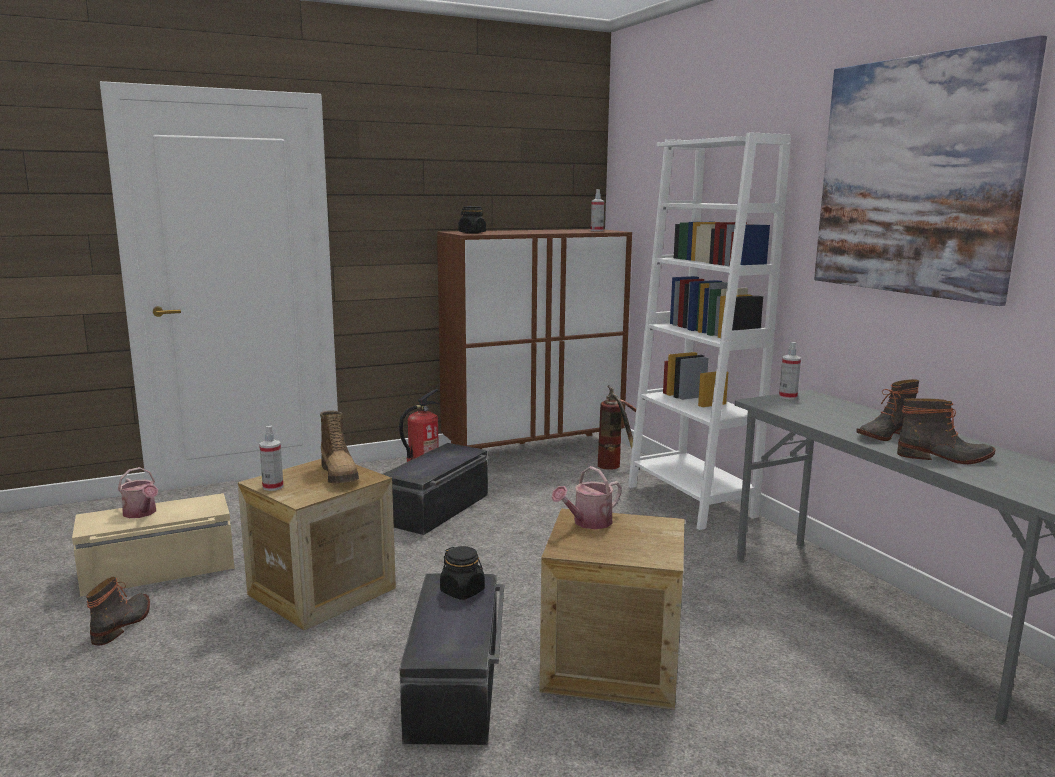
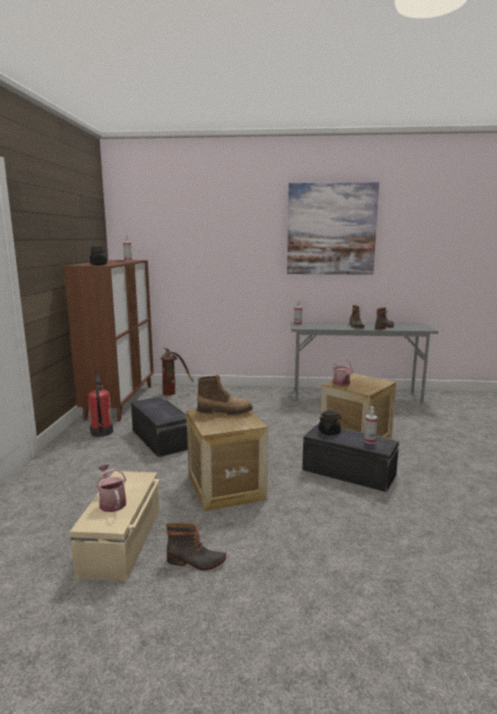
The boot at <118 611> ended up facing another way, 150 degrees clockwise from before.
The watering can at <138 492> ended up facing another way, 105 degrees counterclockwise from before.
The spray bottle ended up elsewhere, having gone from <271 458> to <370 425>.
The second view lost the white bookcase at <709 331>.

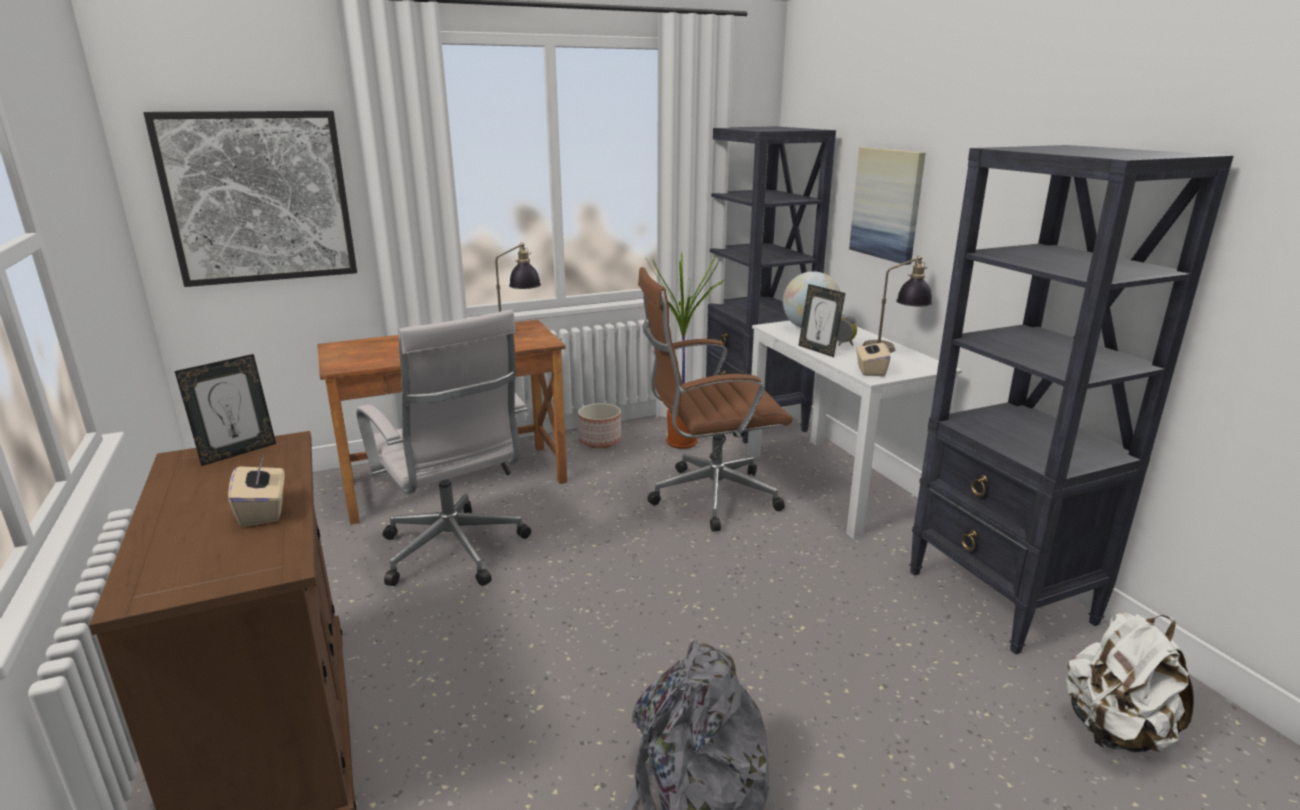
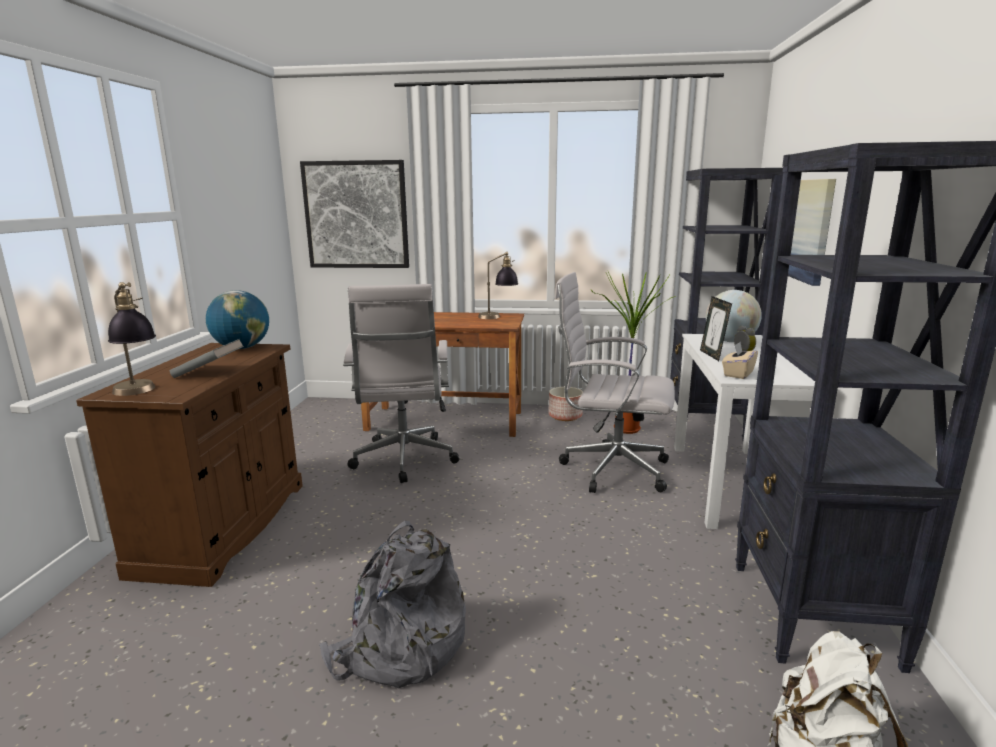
Where the picture frame stood at <225 410>, the globe came to stand at <237 319>.
Where the beige tissue box stood at <256 491>, the grey book came to stand at <207 358>.
What was the brown office chair at <715 399> turned into the white office chair at <615 382>.
The table lamp ended up elsewhere, having gone from <897 304> to <132 339>.

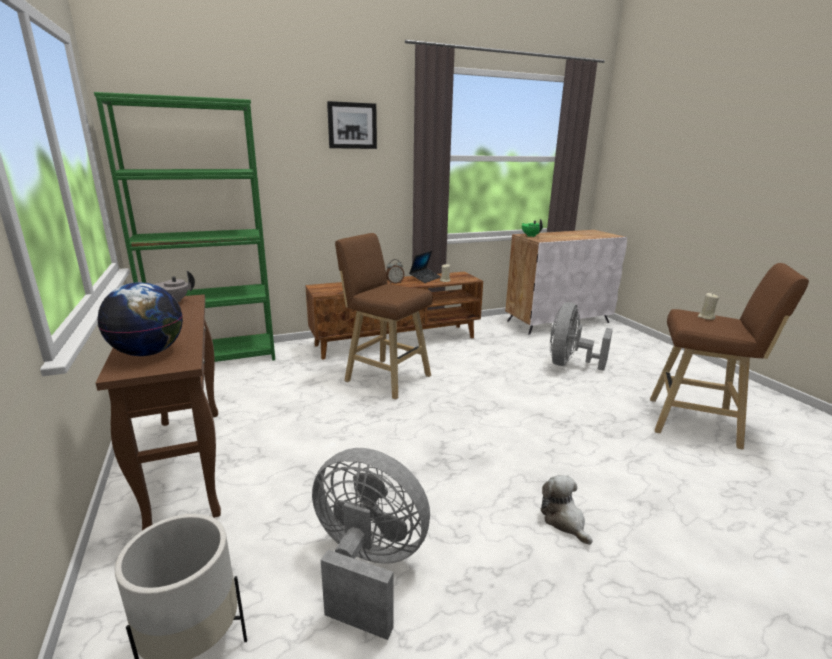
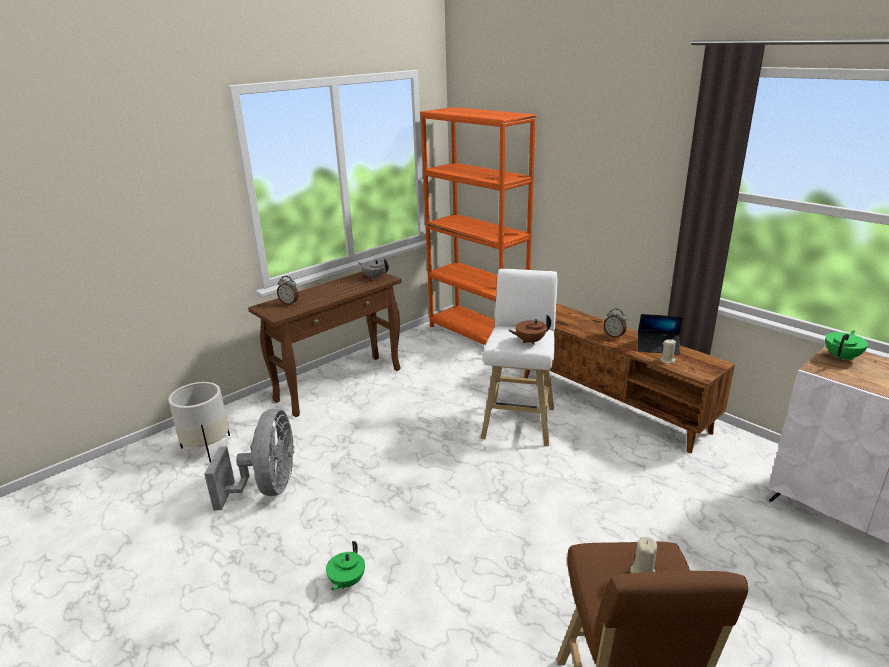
What was the green bookcase at <184 227> turned into the orange bookcase at <478 226>.
Where the globe stood at <140 319>, the alarm clock came to stand at <288 290>.
The second view lost the picture at <352 125>.
What was the brown stool at <384 316> turned into the white stool at <519 357>.
Where the plush toy stood at <567 510>, the green teapot came to stand at <345 565>.
The second view lost the grey fan at <581 336>.
The second view gained the brown teapot at <530 329>.

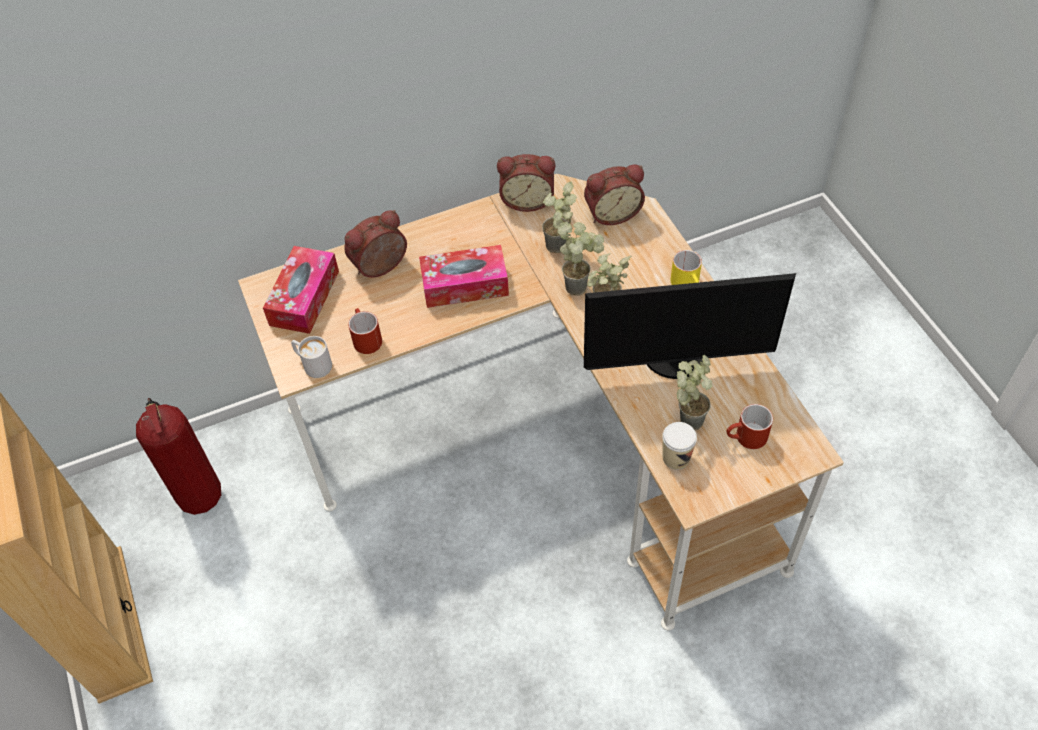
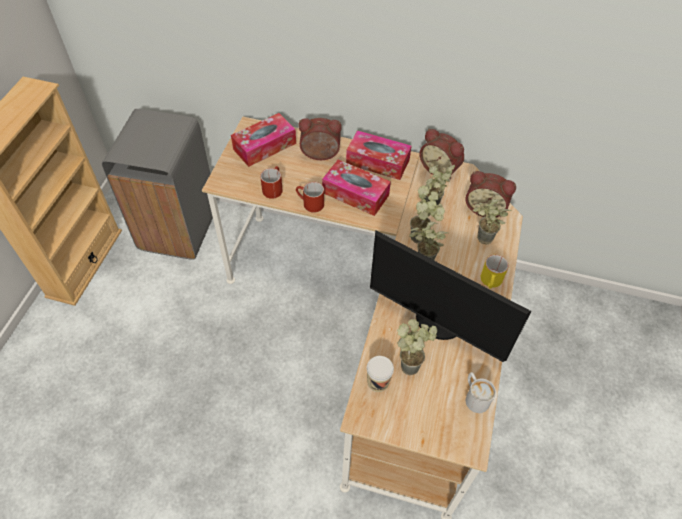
Where the fire extinguisher stood at <178 456>, the grey trash can came to stand at <157 184>.
The white mug ended up elsewhere, having gone from <311 357> to <481 392>.
The red mug ended up elsewhere, having gone from <749 426> to <310 197>.
The second view gained the tissue box at <379 155>.
The second view gained the potted plant at <492 222>.

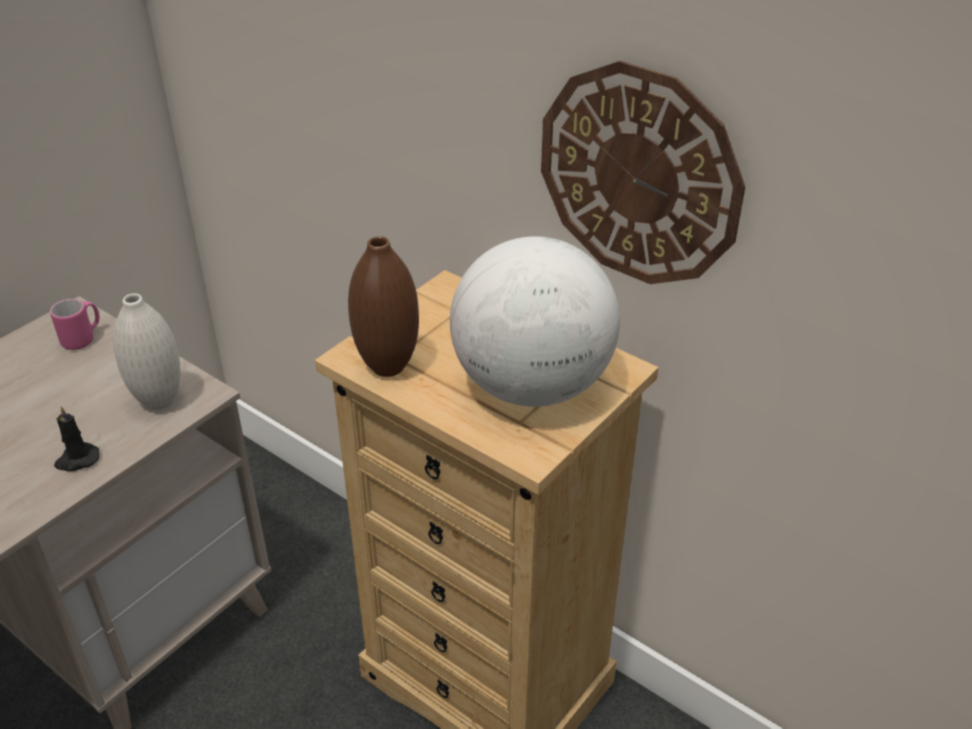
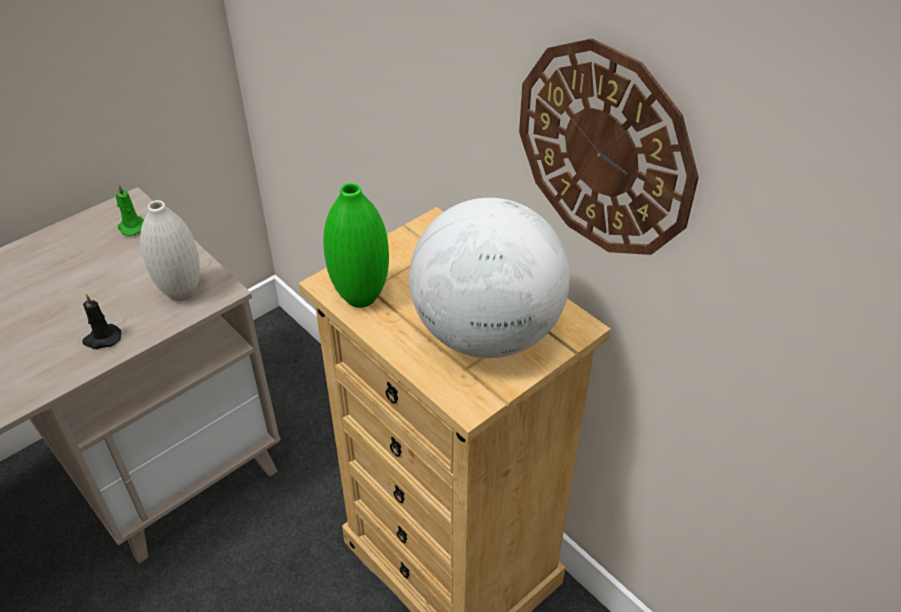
Where the pink mug stood at <74 324>, the green candle came to stand at <130 210>.
What was the brown vase at <383 306> turned into the green vase at <356 245>.

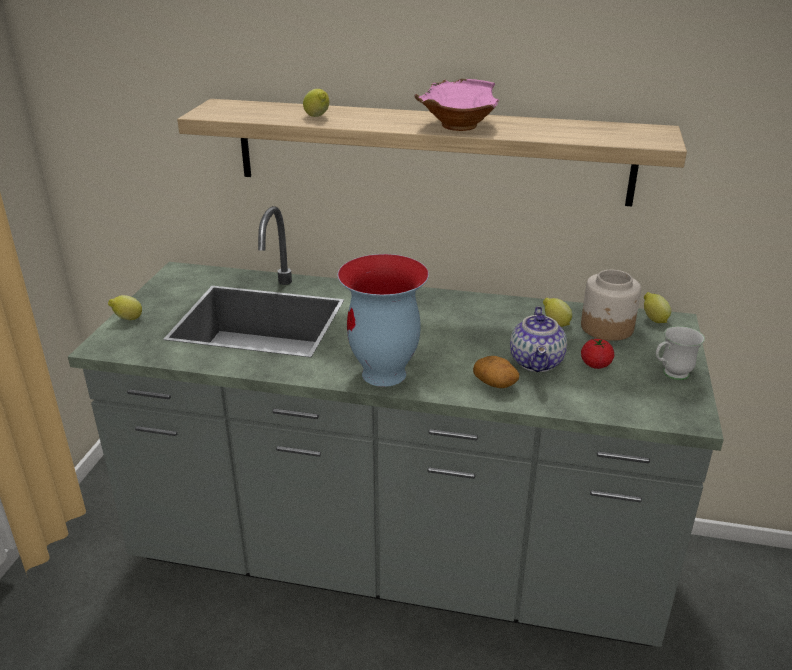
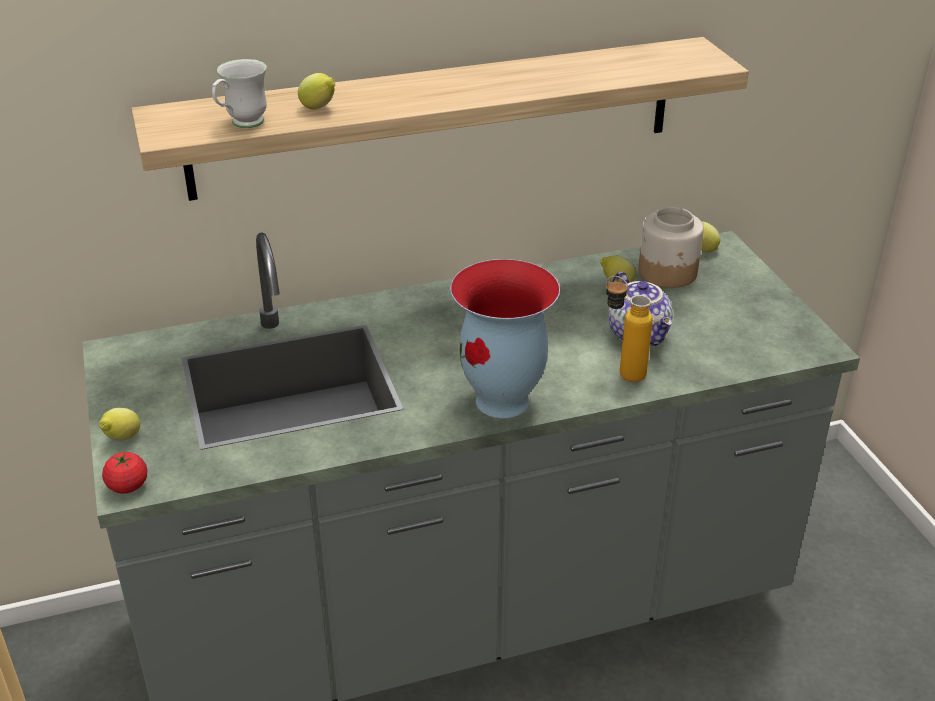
The second view lost the pink bowl at <457 105>.
Where the potato stood at <496 372>, the bottle came to stand at <629 329>.
The tomato ended up elsewhere, having gone from <597 354> to <125 472>.
The white mug ended up elsewhere, having gone from <680 353> to <239 93>.

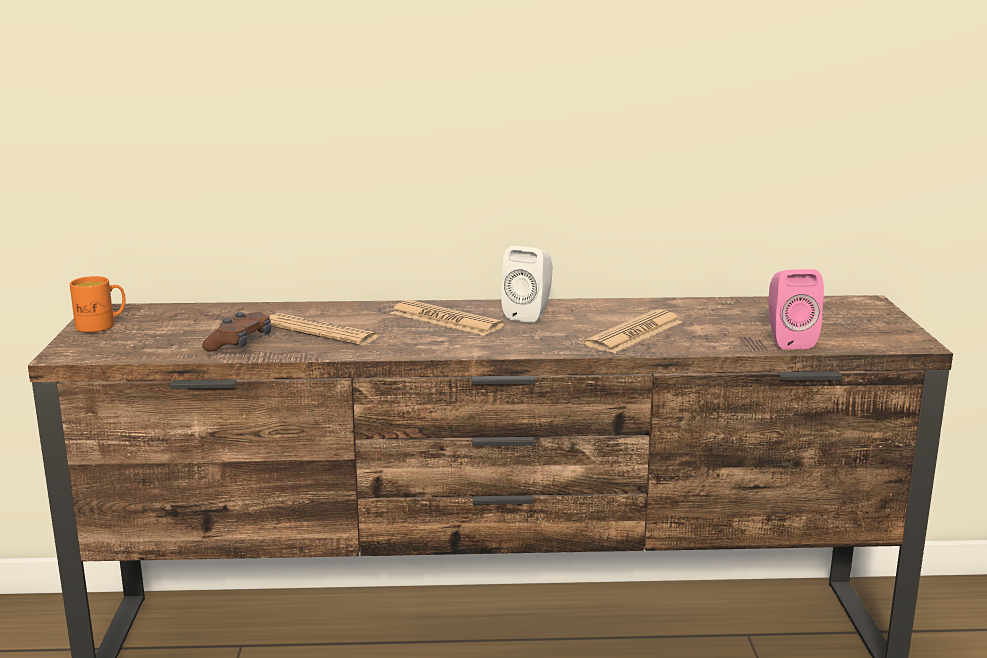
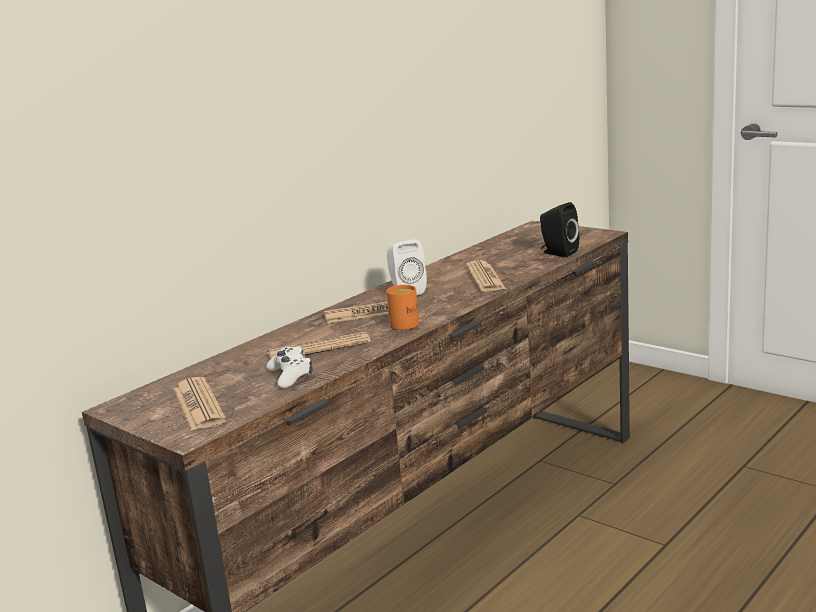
The orange mug ended up elsewhere, having gone from <97 304> to <402 307>.
What was the brown game controller at <236 332> turned into the white game controller at <289 367>.
What was the pink speaker at <796 309> turned into the black speaker at <559 229>.
The second view gained the newspaper at <200 404>.

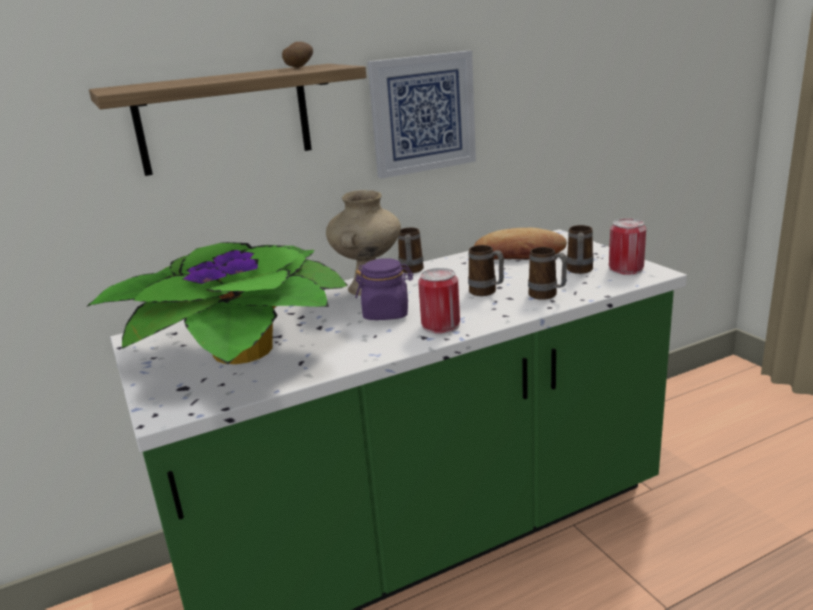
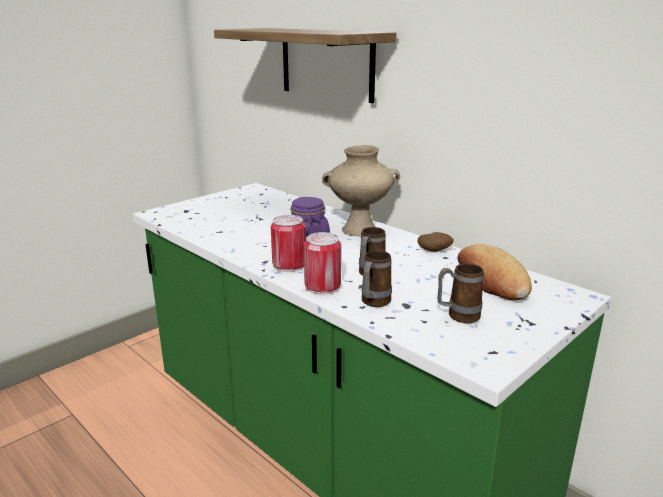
The second view lost the potted plant at <217 303>.
The potato ended up elsewhere, having gone from <297 55> to <436 242>.
The second view lost the picture at <421 115>.
The second view lost the mug at <411 250>.
The can ended up elsewhere, having gone from <627 246> to <322 263>.

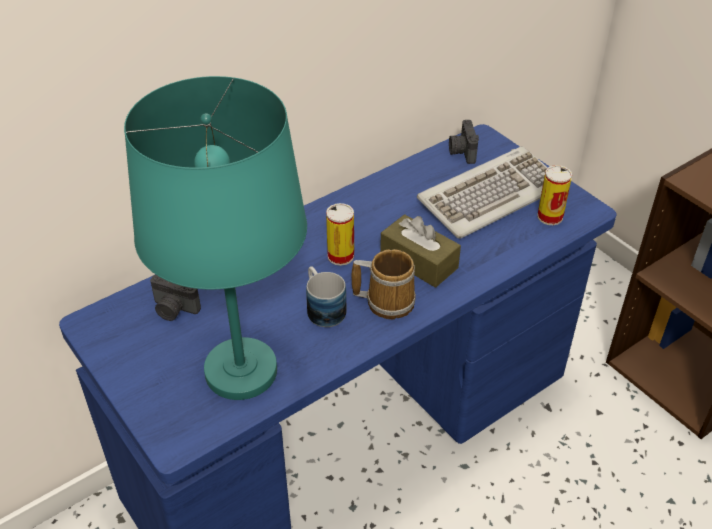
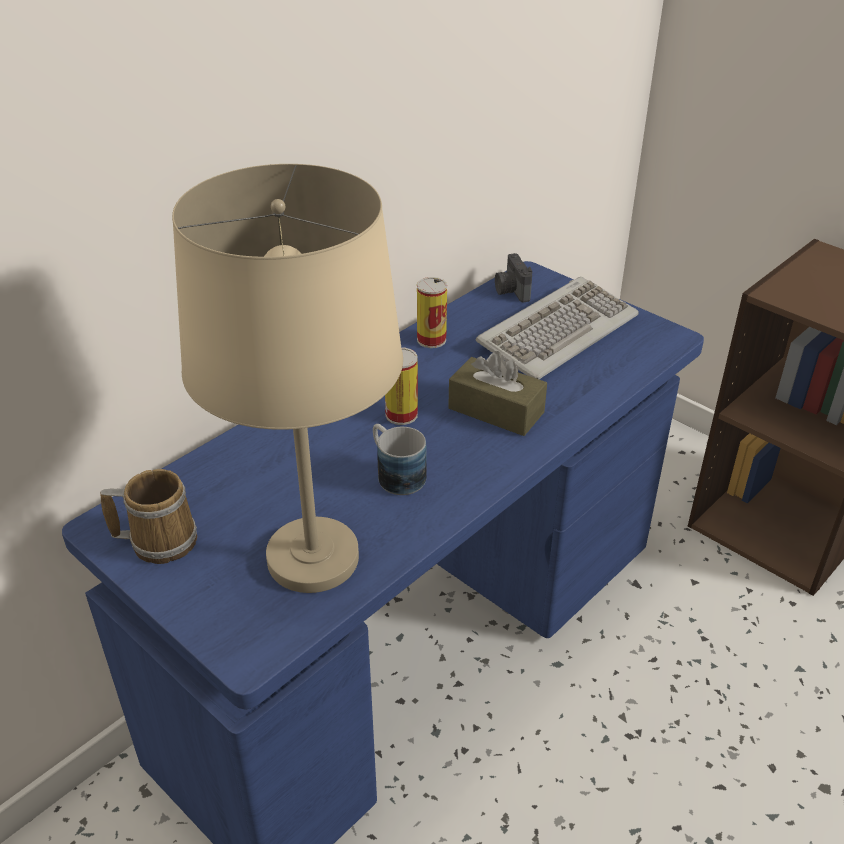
What was the turquoise table lamp at <215 238> turned into the beige table lamp at <287 378>.
The second view lost the photo camera at <175 298>.
The mug ended up elsewhere, having gone from <384 284> to <148 516>.
The can ended up elsewhere, having gone from <554 195> to <432 312>.

